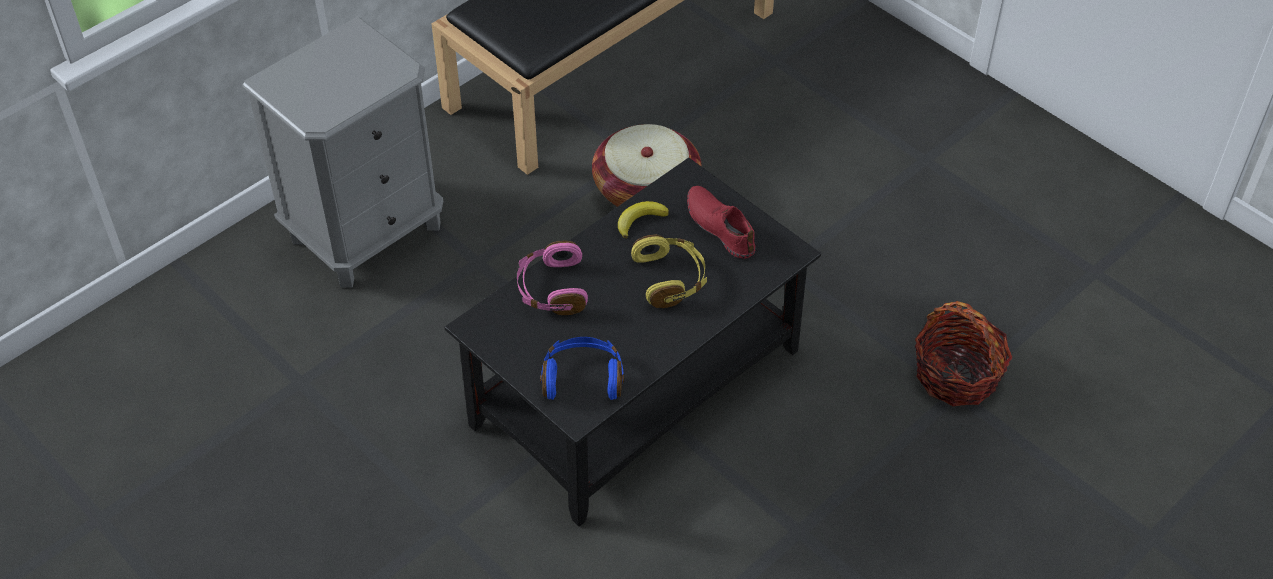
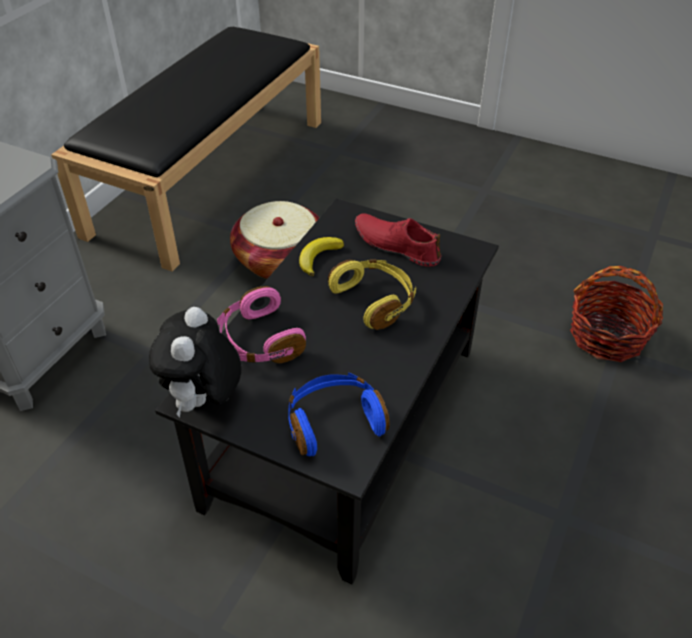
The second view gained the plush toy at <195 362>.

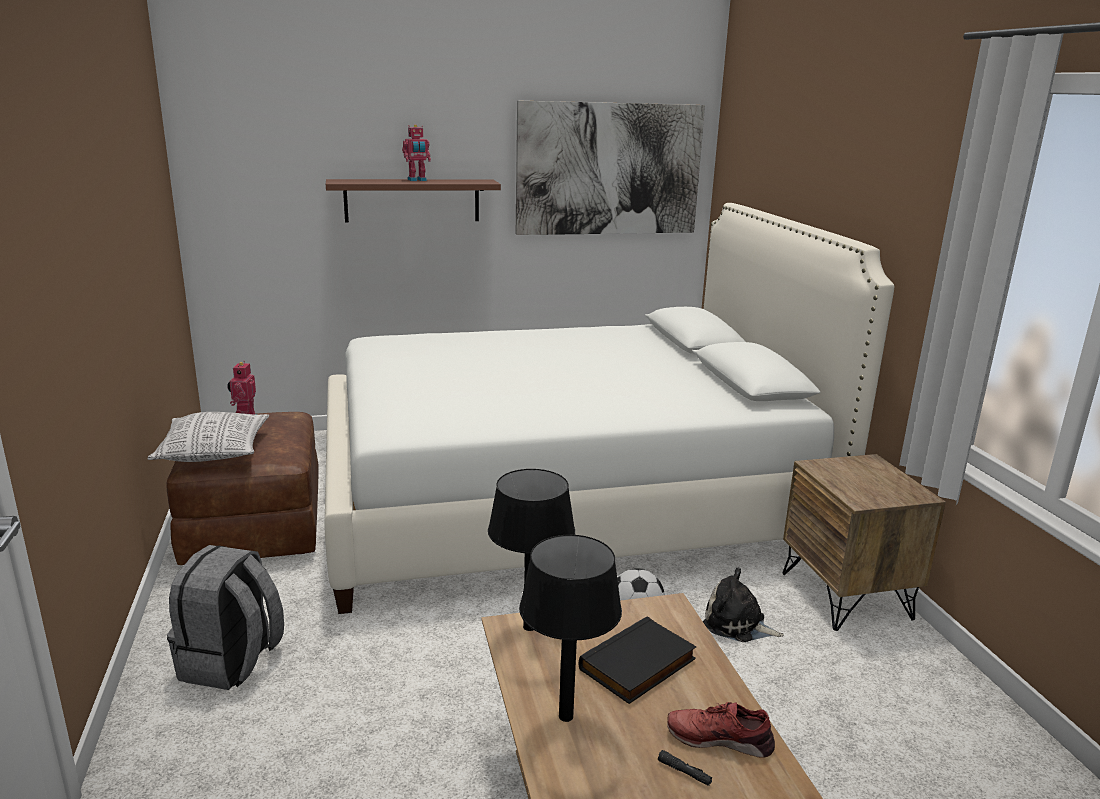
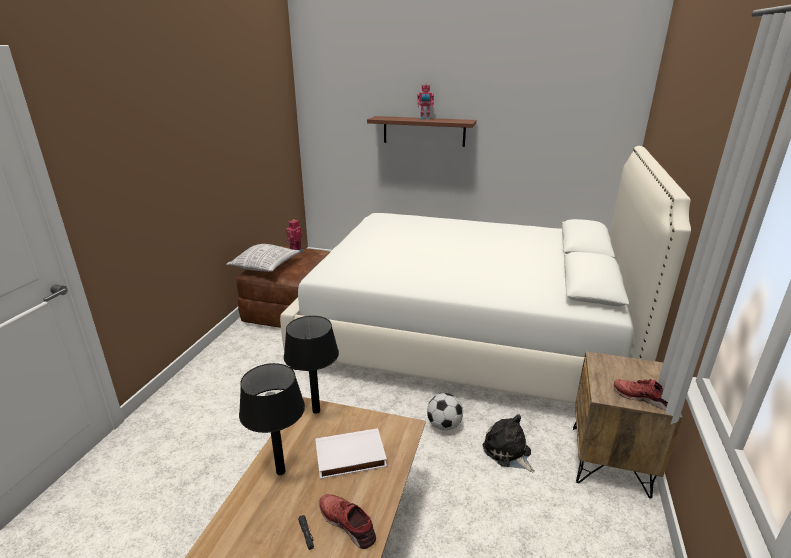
The second view lost the grey backpack at <225 617>.
The second view lost the picture at <610 167>.
What was the black book at <638 660> turned into the white book at <351 453>.
The second view gained the red shoe at <641 394>.

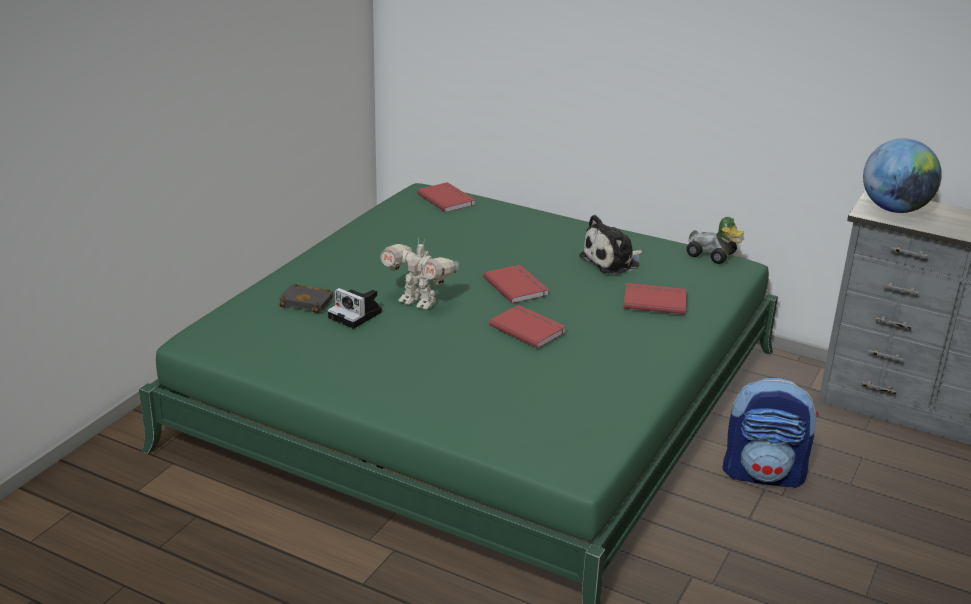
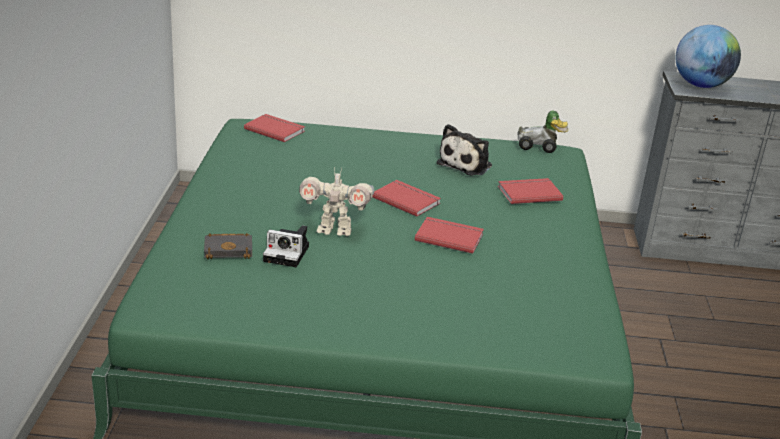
The second view lost the backpack at <770 433>.

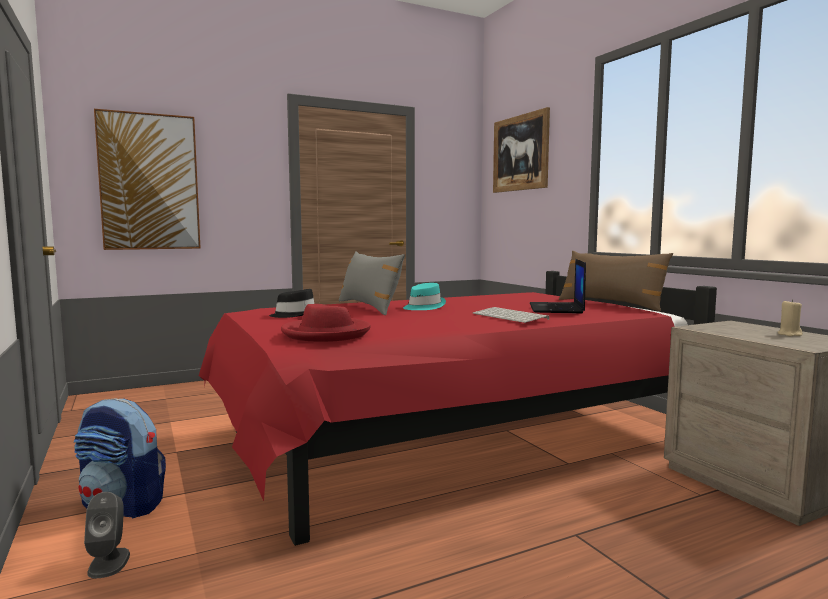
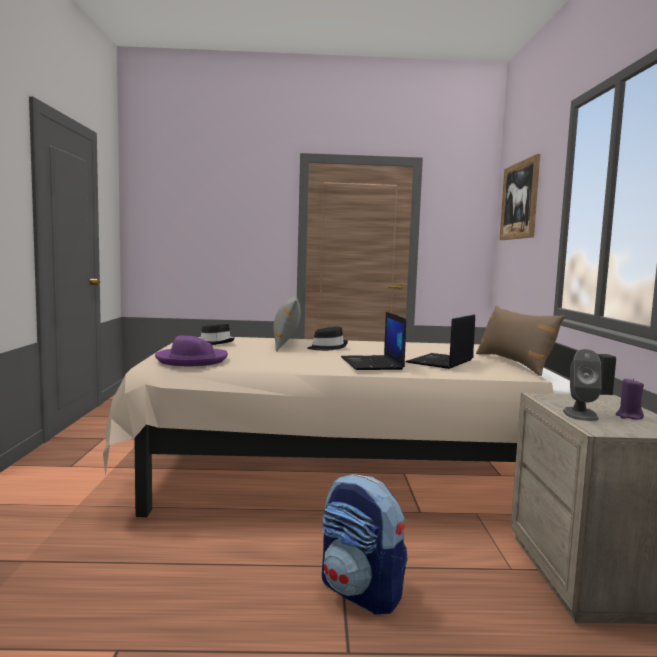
The backpack ended up elsewhere, having gone from <120 458> to <365 544>.
The grey speaker ended up elsewhere, having gone from <107 535> to <582 385>.
The second view lost the picture at <147 179>.
What was the red bed at <458 408> turned into the beige bed at <359 427>.
What was the red hat at <326 323> turned into the purple hat at <191 351>.
What was the turquoise hat at <424 296> turned into the black hat at <327 339>.
Where the keyboard stood at <511 315>, the laptop came to stand at <373 341>.
What was the beige candle at <790 317> turned into the purple candle at <630 399>.

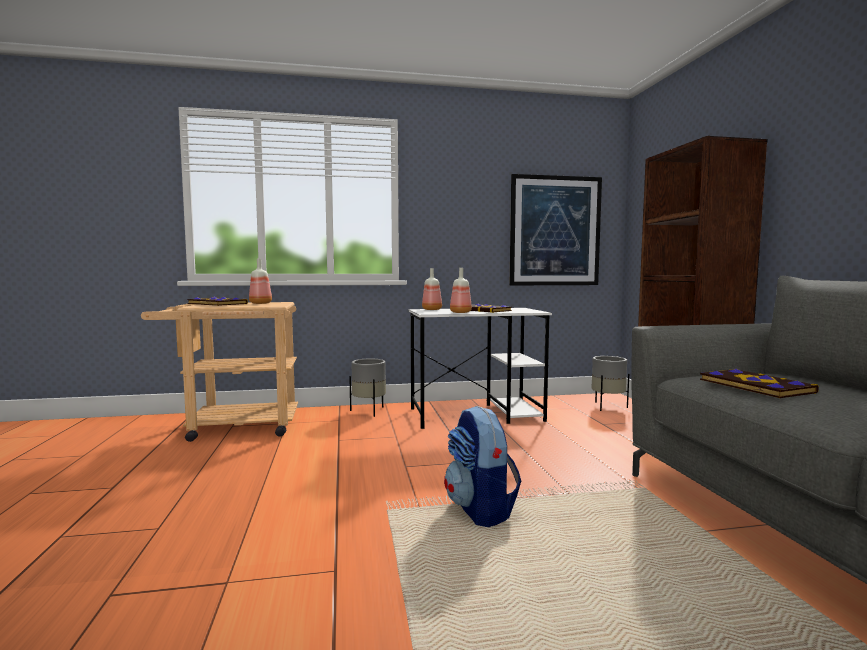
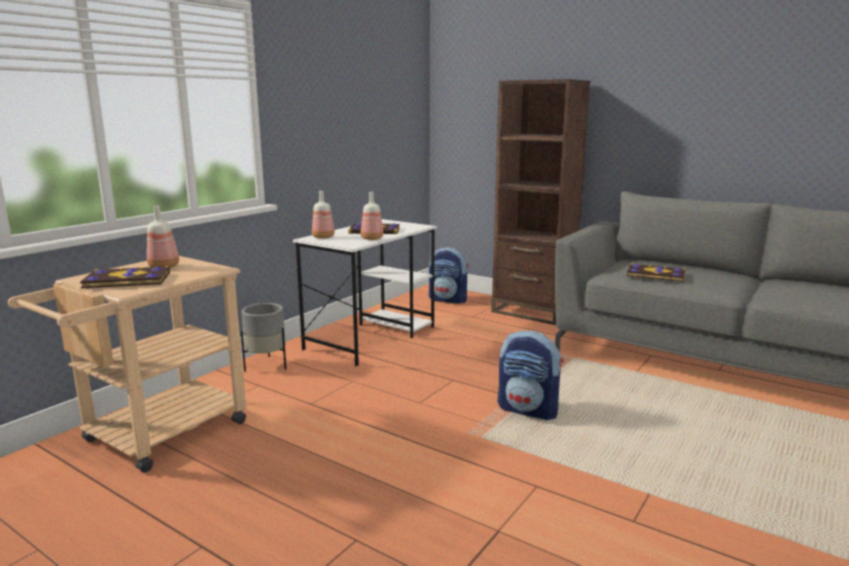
The second view lost the picture at <556 229>.
Where the grey planter stood at <610 383>, the backpack came to stand at <449 275>.

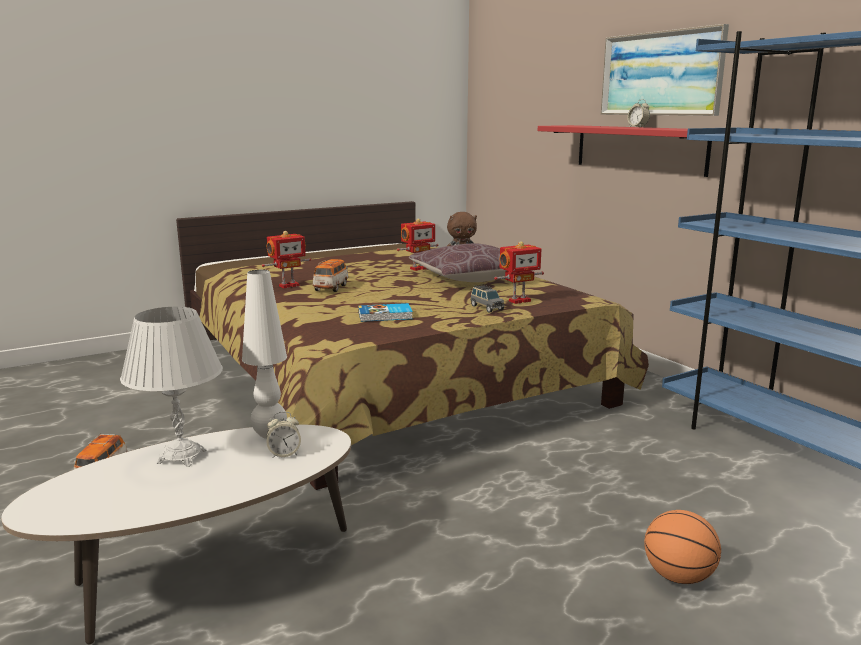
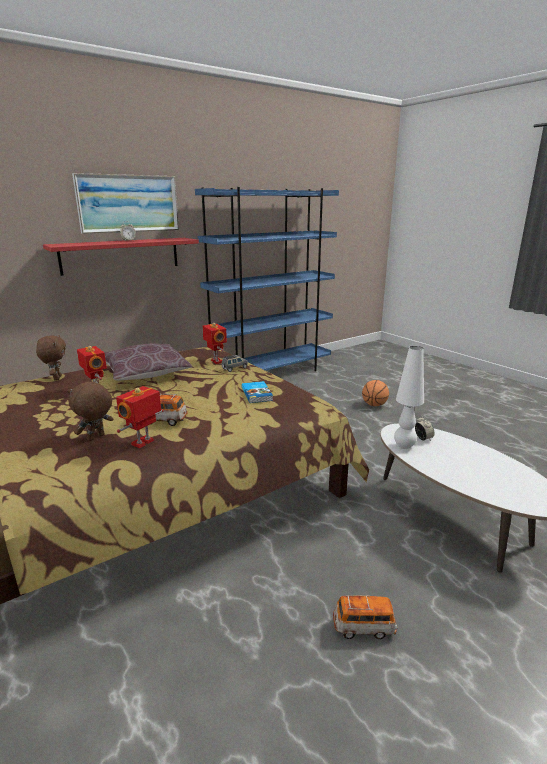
The second view lost the white table lamp at <171 387>.
The toy robot at <286 259> ended up facing another way, 105 degrees counterclockwise from before.
The second view gained the brown plush toy at <90 410>.

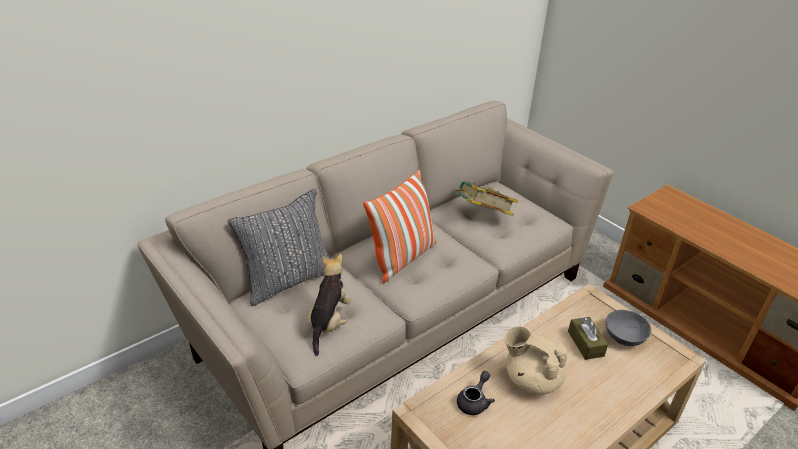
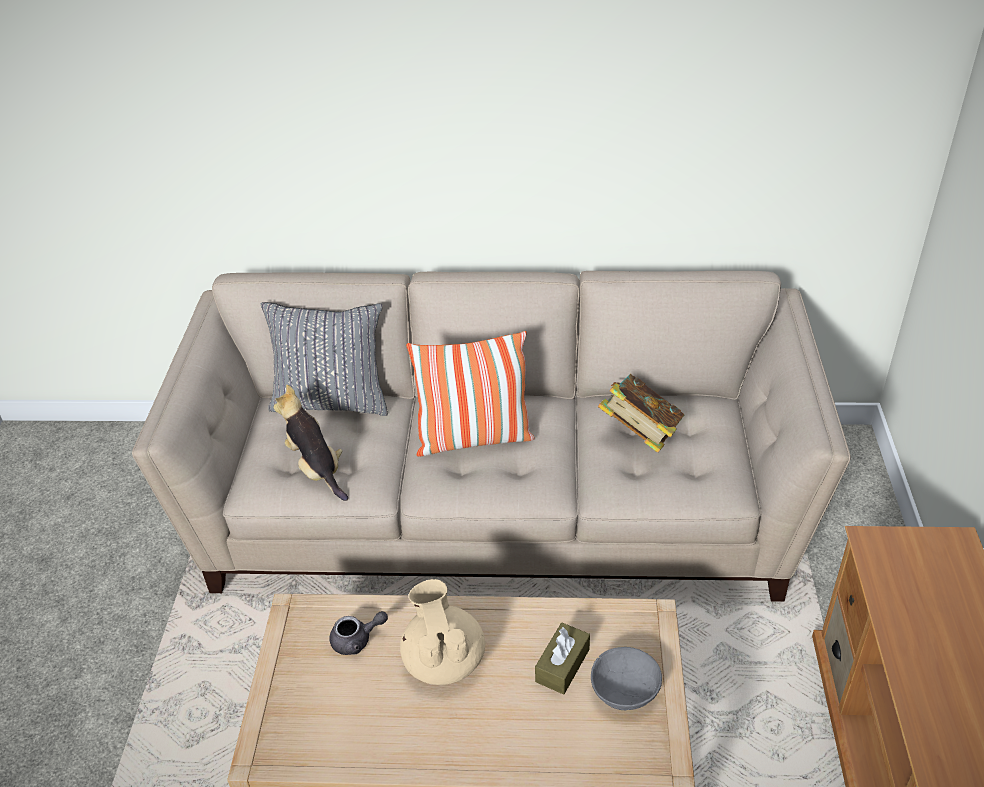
The plush toy at <330 304> ended up facing another way, 90 degrees counterclockwise from before.

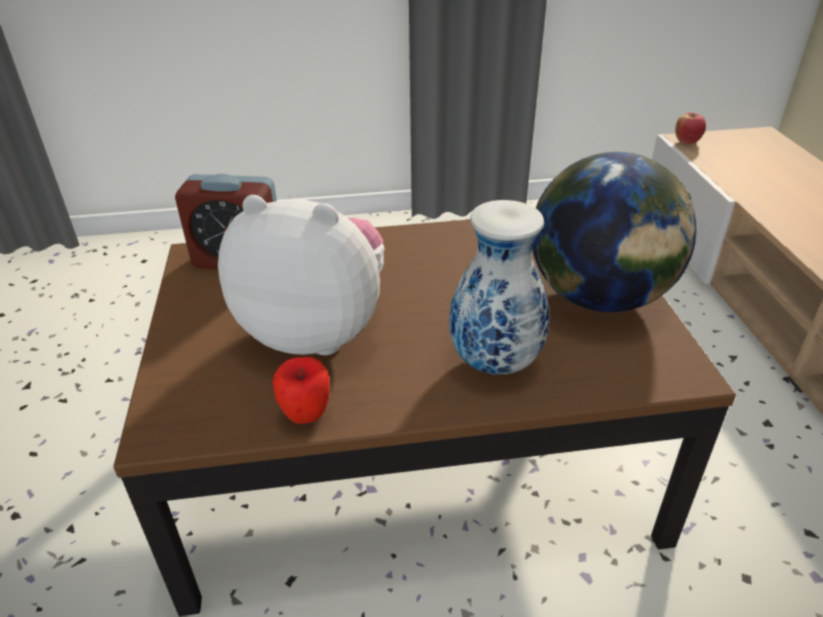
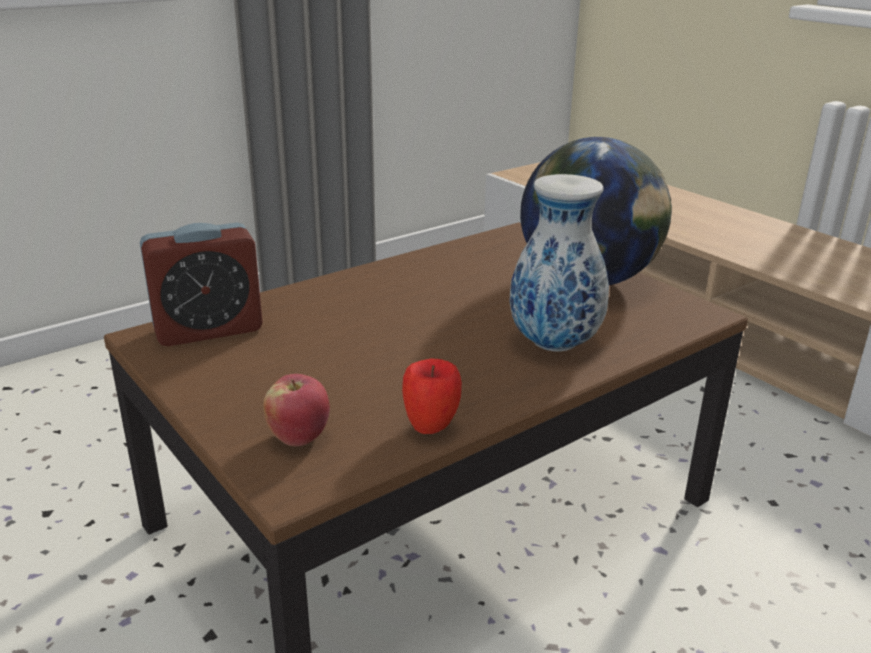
The second view lost the plush toy at <301 275>.
The apple ended up elsewhere, having gone from <690 128> to <296 410>.

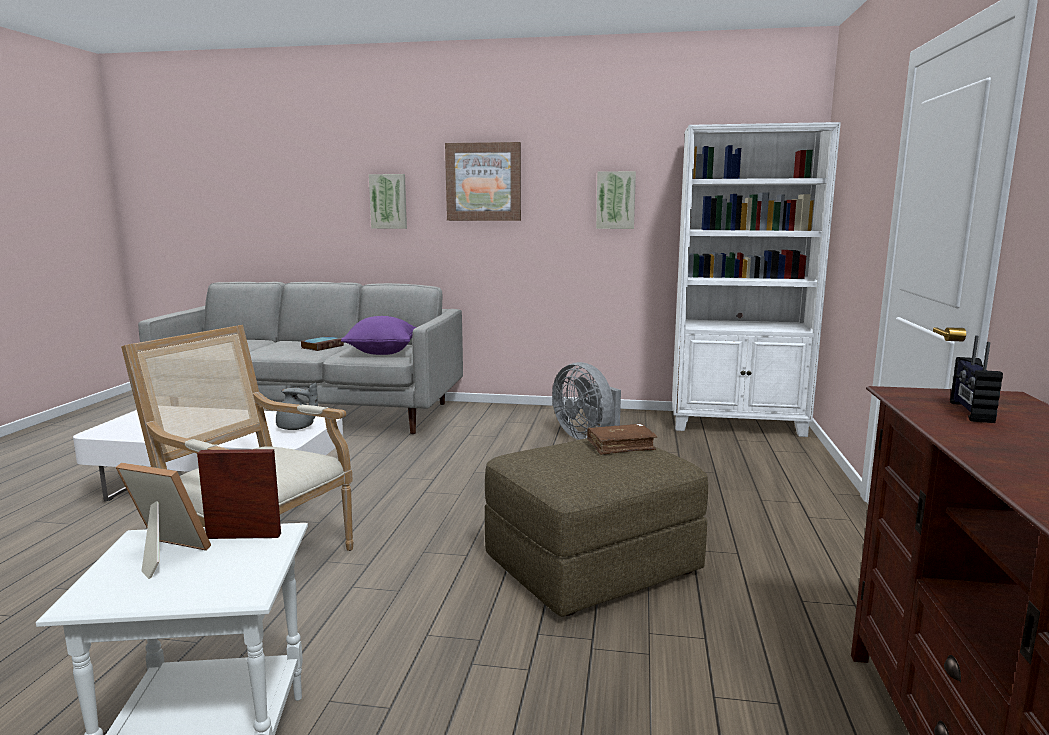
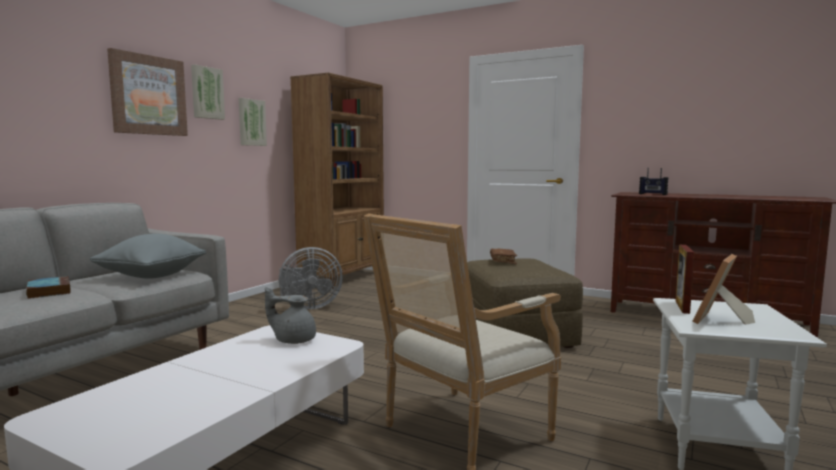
The grey teapot at <297 406> ended up facing another way, 120 degrees counterclockwise from before.
What was the purple pillow at <378 335> turned into the grey pillow at <148 256>.
The picture ended up elsewhere, having gone from <388 201> to <208 92>.
What was the white bookcase at <756 279> turned into the brown bookcase at <337 181>.

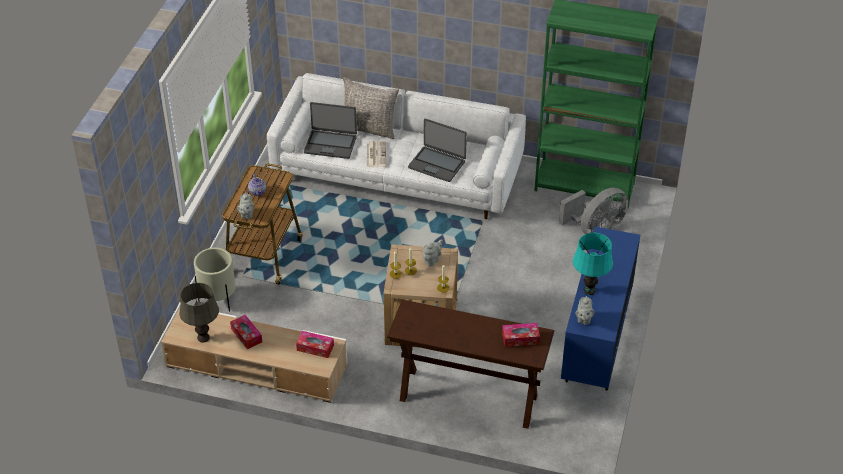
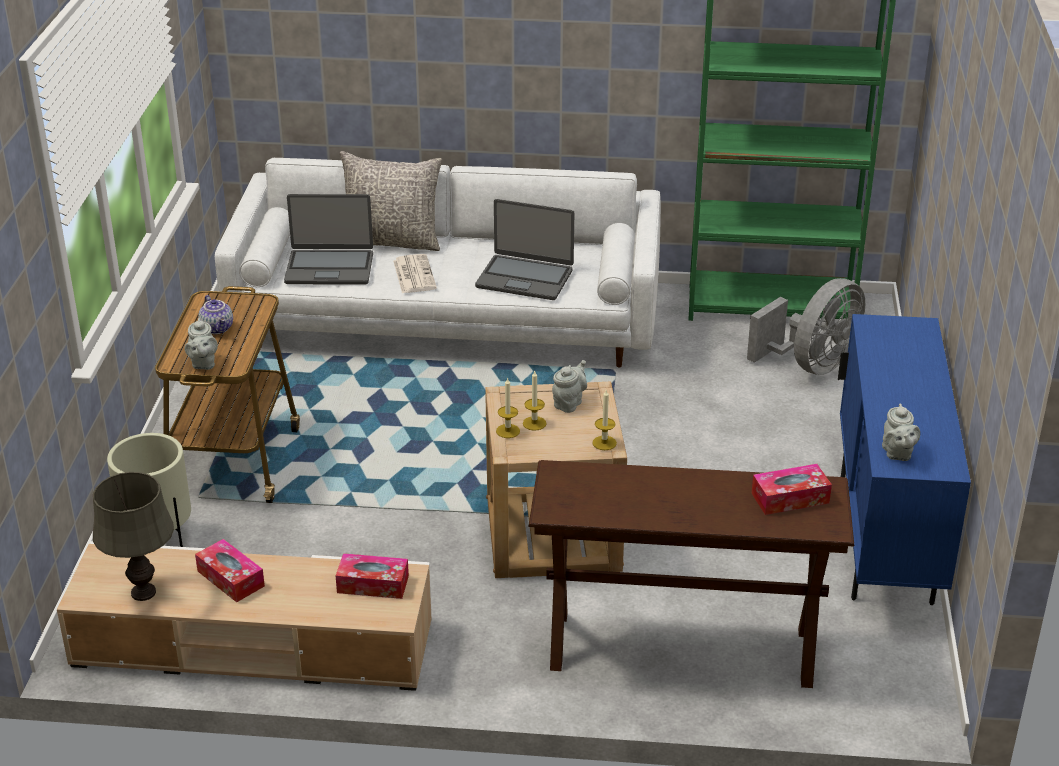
The second view lost the turquoise table lamp at <593 264>.

